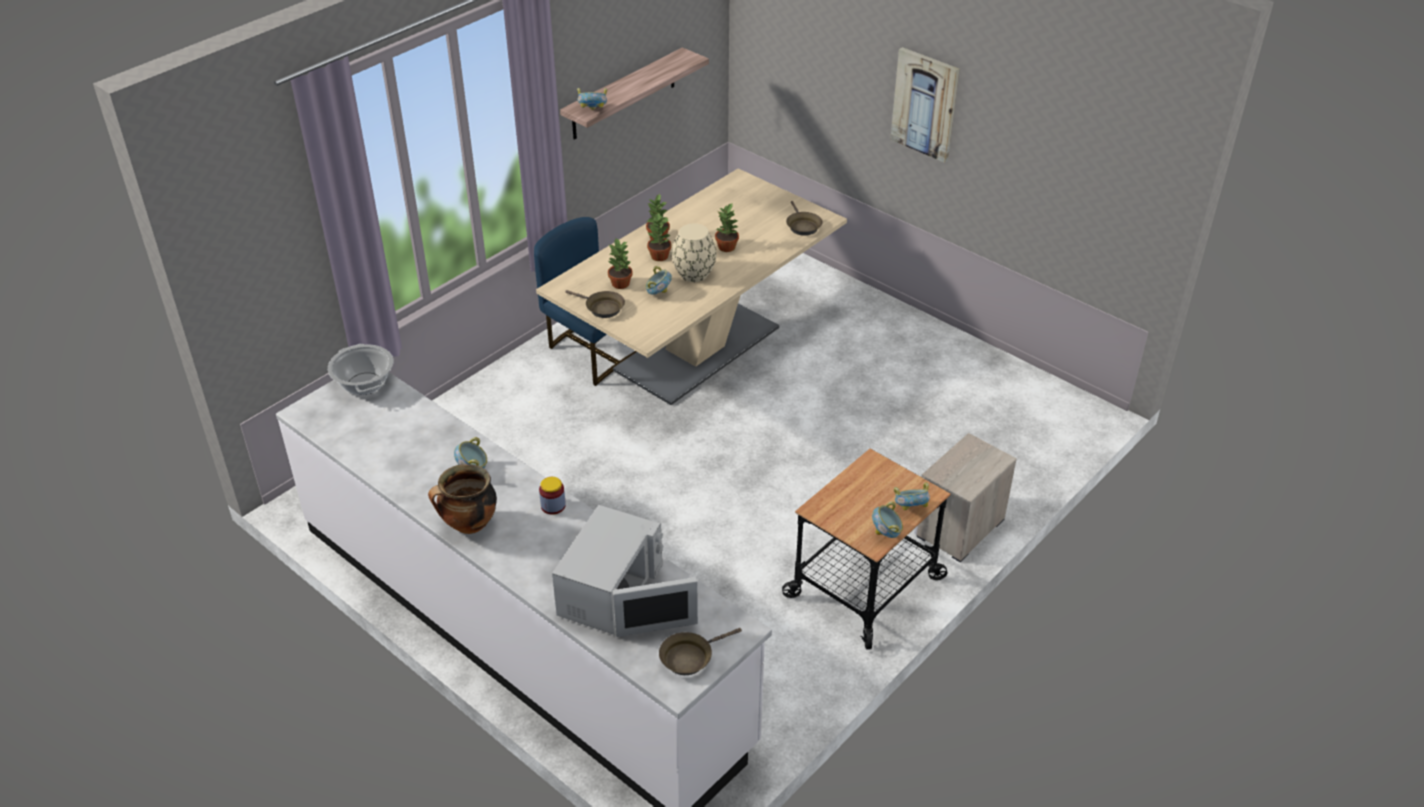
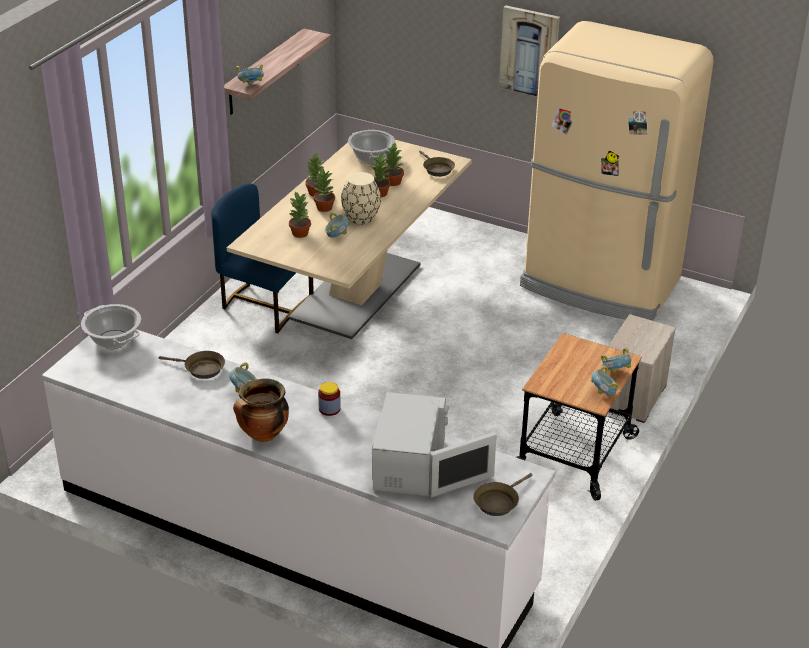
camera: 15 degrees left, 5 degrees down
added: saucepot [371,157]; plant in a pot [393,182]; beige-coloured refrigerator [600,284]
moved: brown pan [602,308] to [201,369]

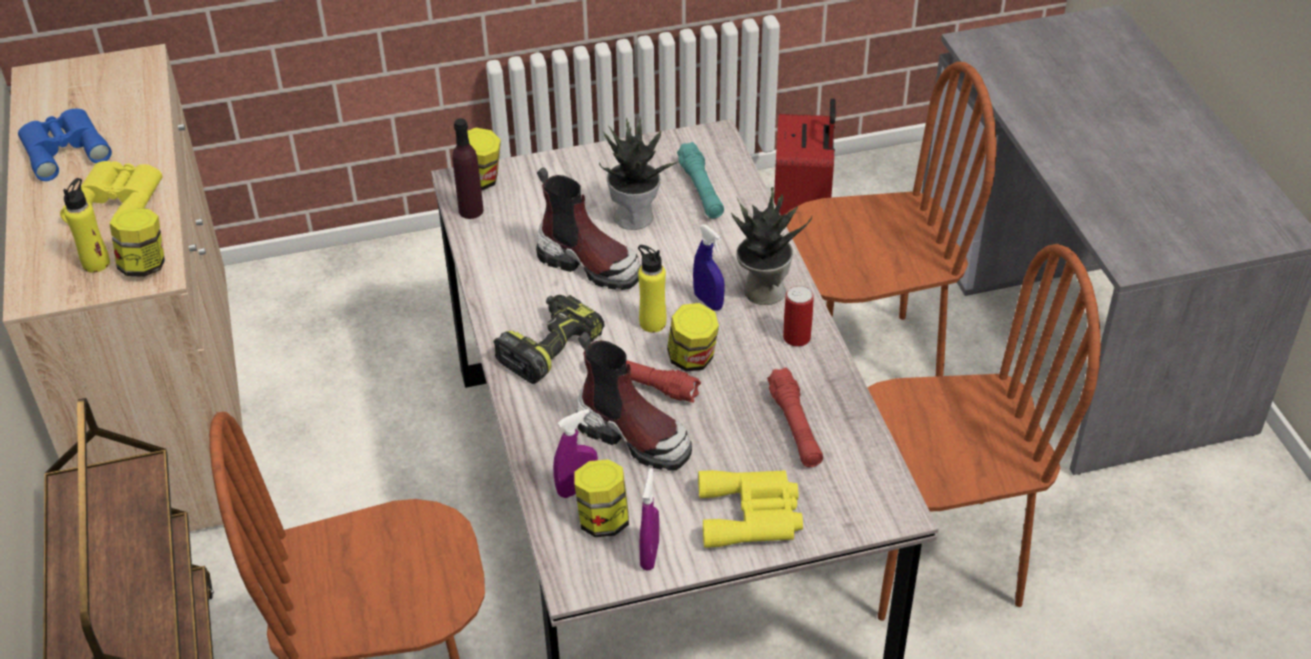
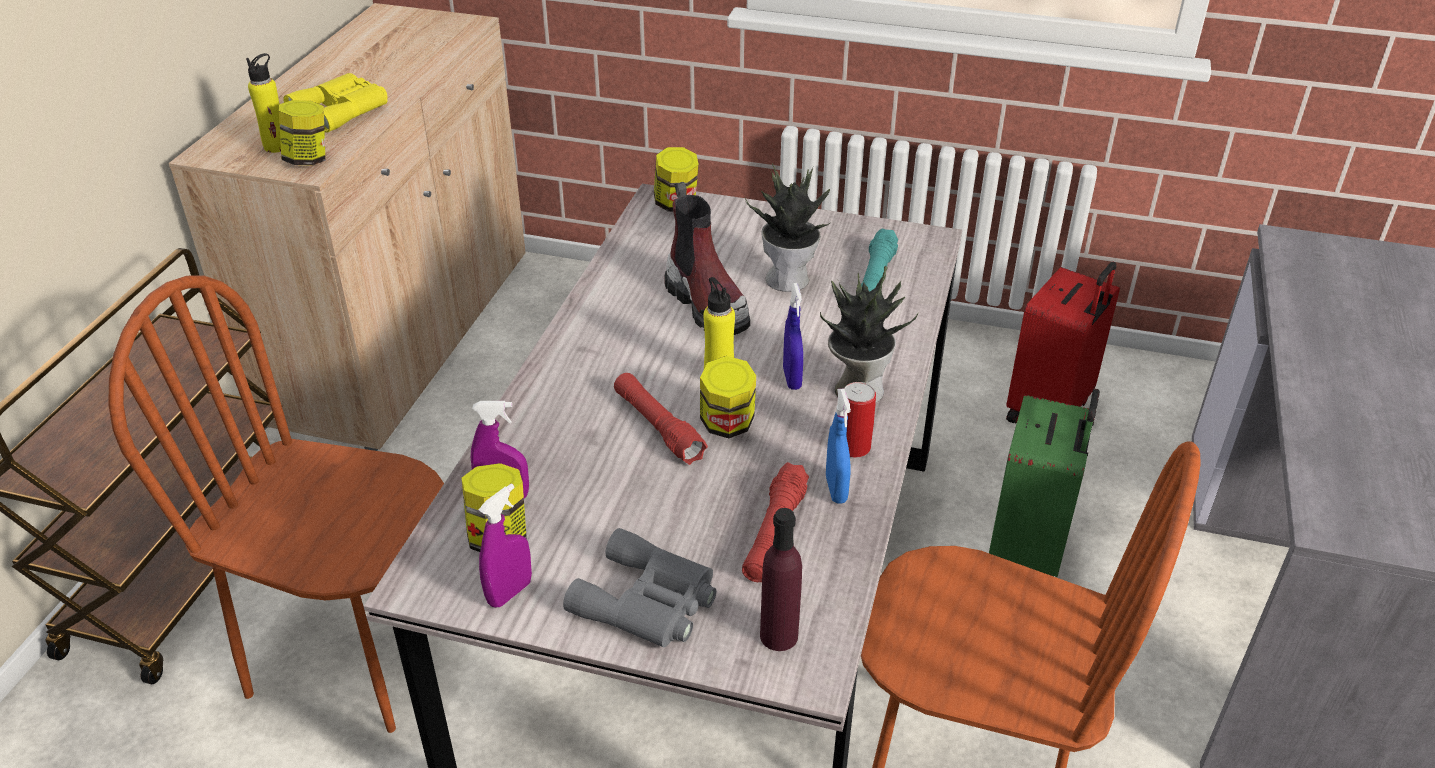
camera: 30 degrees right, 5 degrees down
removed: blue binoculars [64,148]; drill [549,346]; high-top boot [634,436]
added: blue hand sprayer [836,489]
moved: purplish beverage bottle [471,211] to [779,636]
replaced: brown chair [861,365] to green-coloured suitcase [1029,551]
recoloured: yellowish binoculars [752,515] to greyish binoculars [648,602]

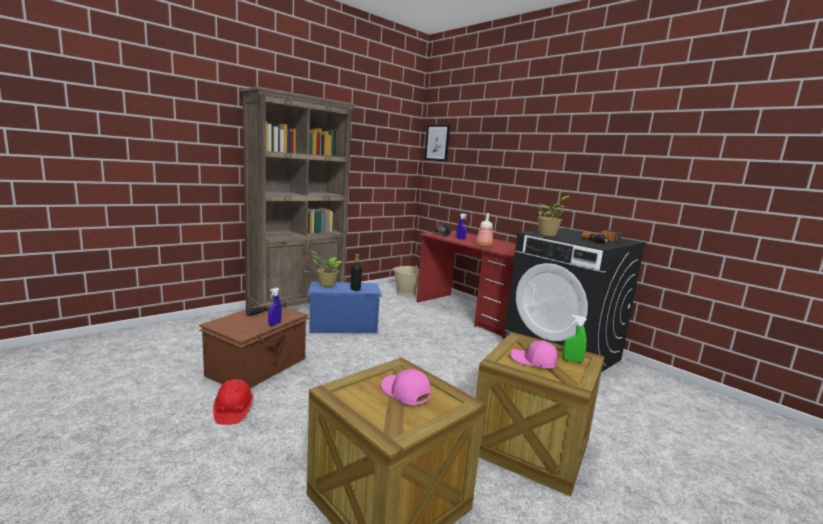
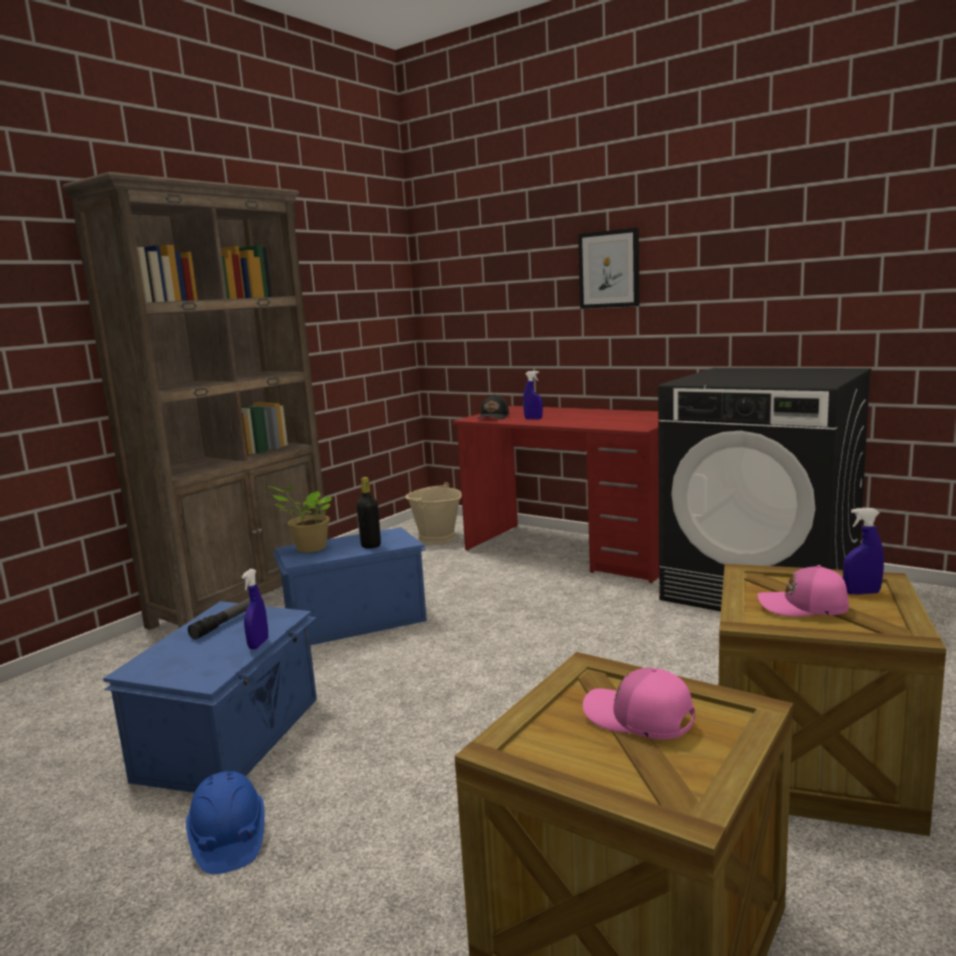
camera: 10 degrees left, 0 degrees up
removed: beverage bottle [483,246]; plant in a pot [548,235]; drill [603,241]
moved: wall art [437,142] to [609,269]
recoloured: brown storage box [259,367] to blue storage box [233,737]; red work helmet [233,411] to blue work helmet [228,840]; green-coloured hand sprayer [572,361] to blue hand sprayer [861,593]

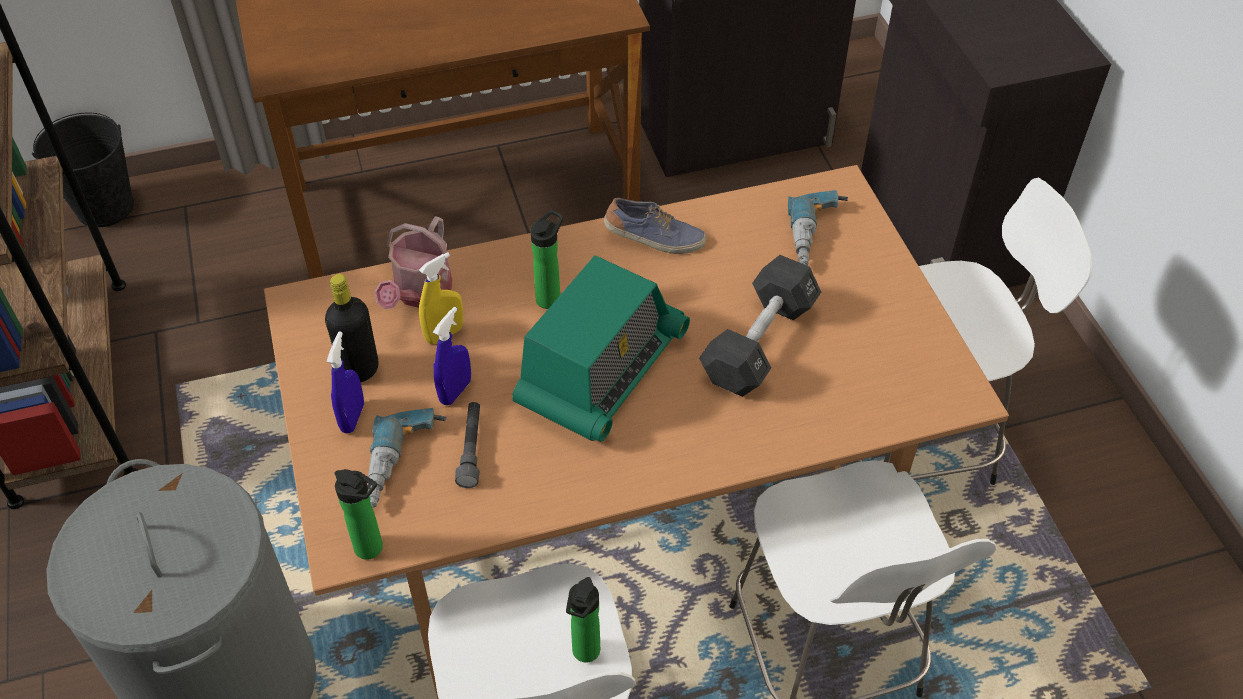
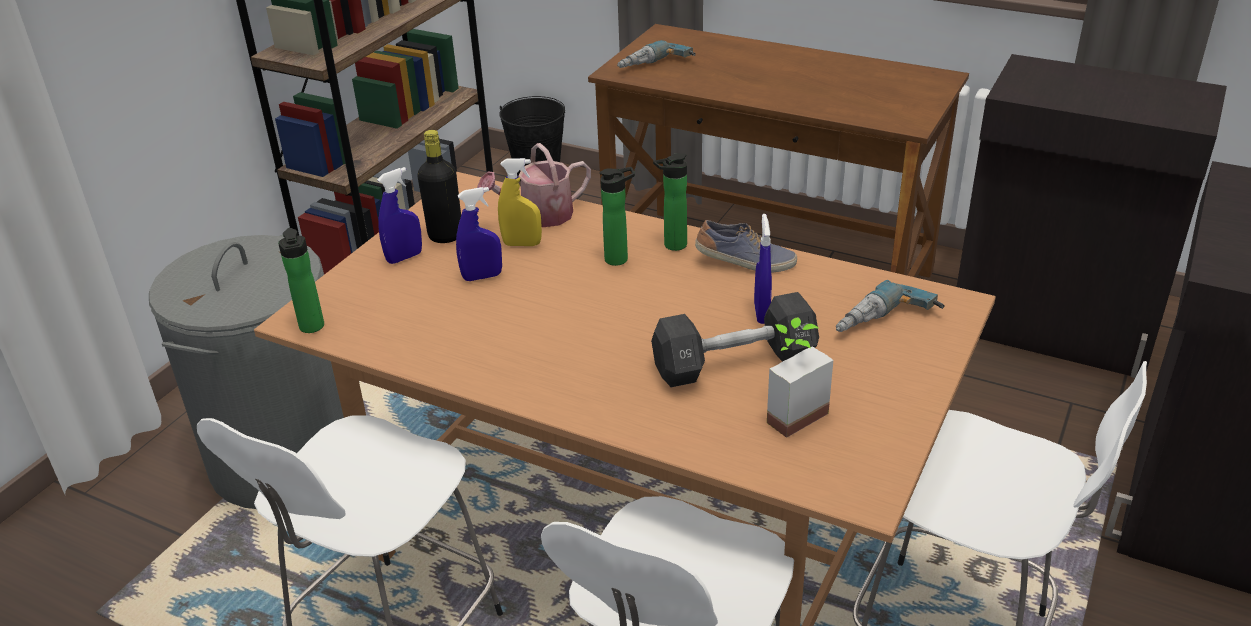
camera: 45 degrees right, 15 degrees down
removed: greyish hand torch [471,449]; radio [601,370]
added: blue hand sprayer [761,313]; plant in a pot [789,411]
moved: drill [405,466] to [656,66]; beverage bottle [584,654] to [672,246]
turned: item of footwear [654,239] = [745,263] 45 degrees counterclockwise

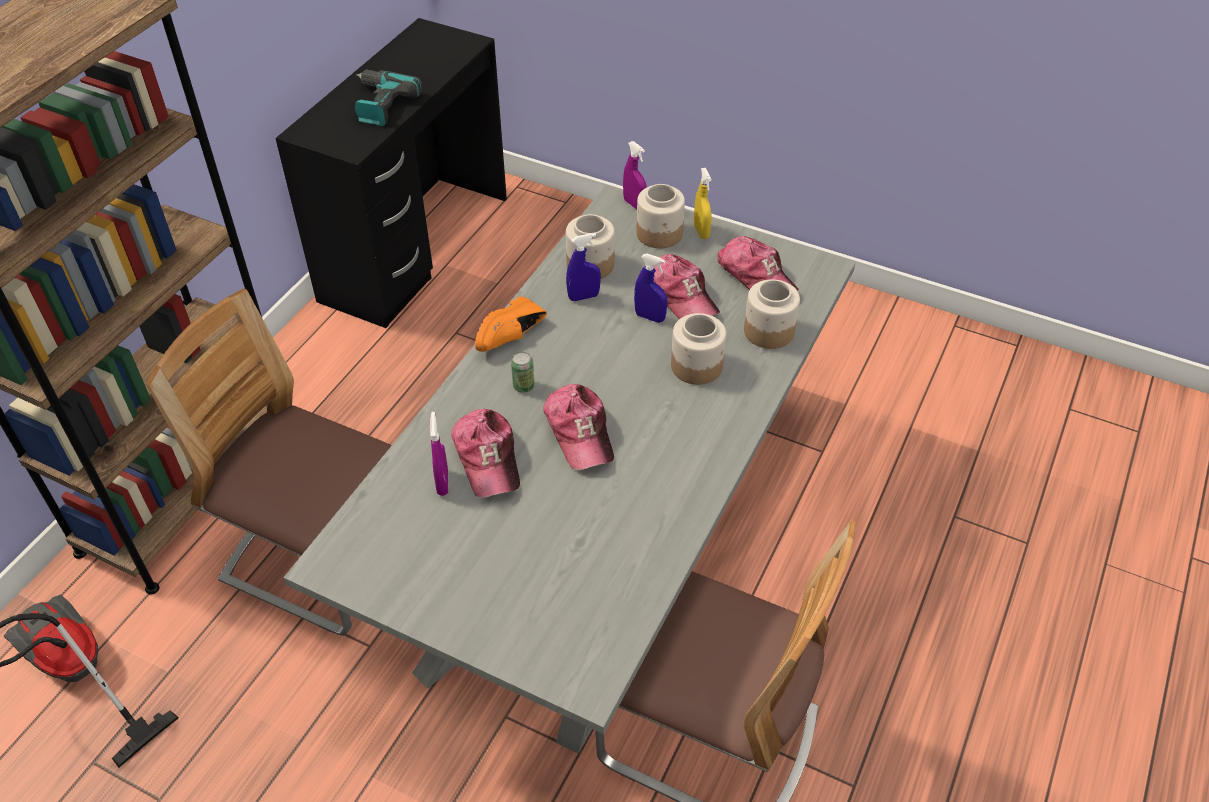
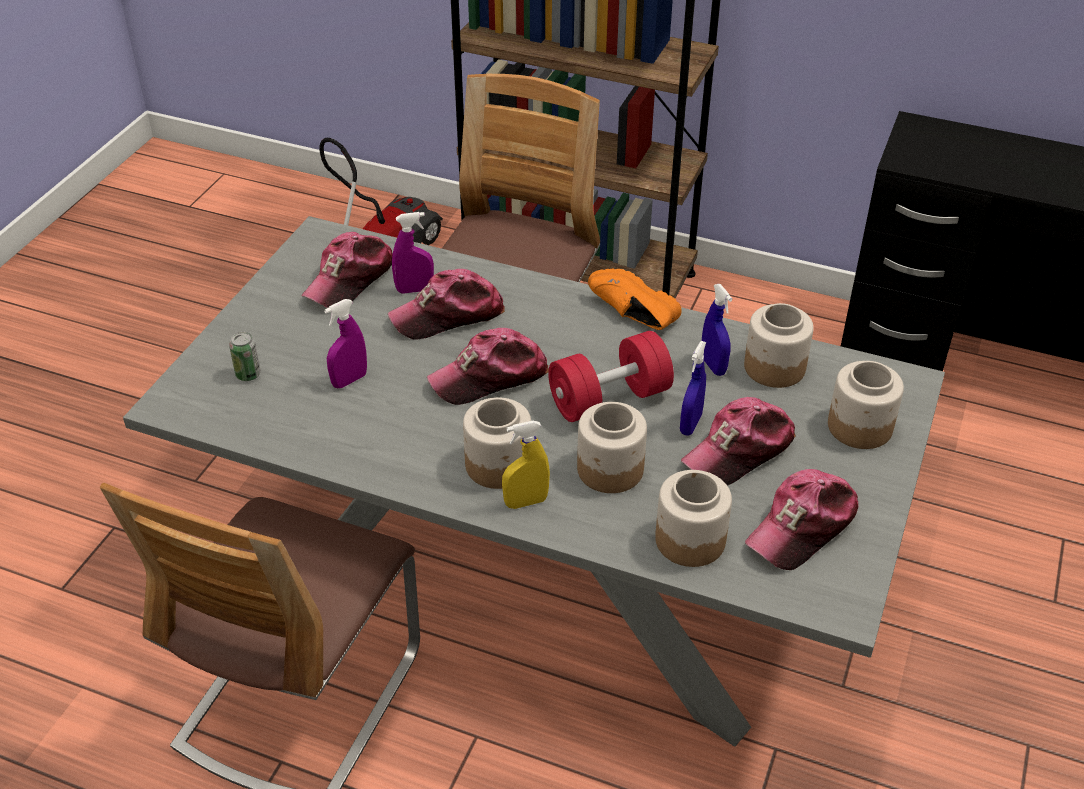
camera: 85 degrees right, 5 degrees down
removed: drill [380,105]
added: peaked cap [350,279]; storage jar [499,465]; red hand weight [609,399]
moved: metal can [523,386] to [248,374]; purplish hand sprayer [634,204] to [349,380]; yellowish hand sprayer [701,231] to [526,502]

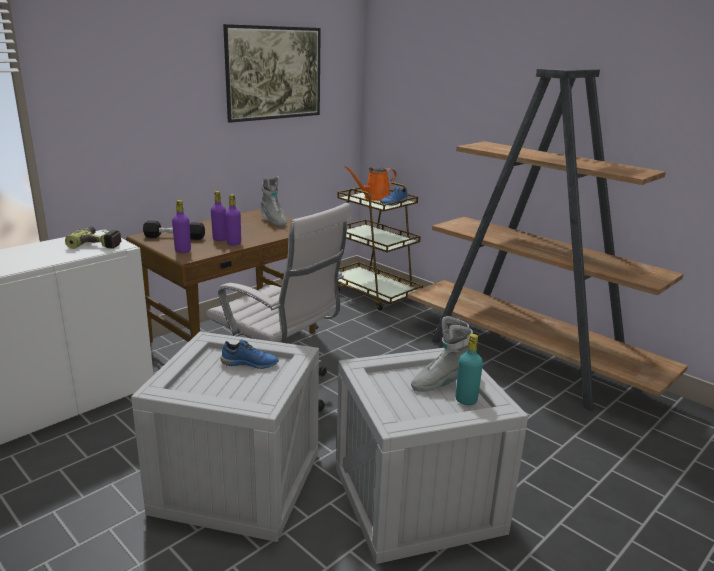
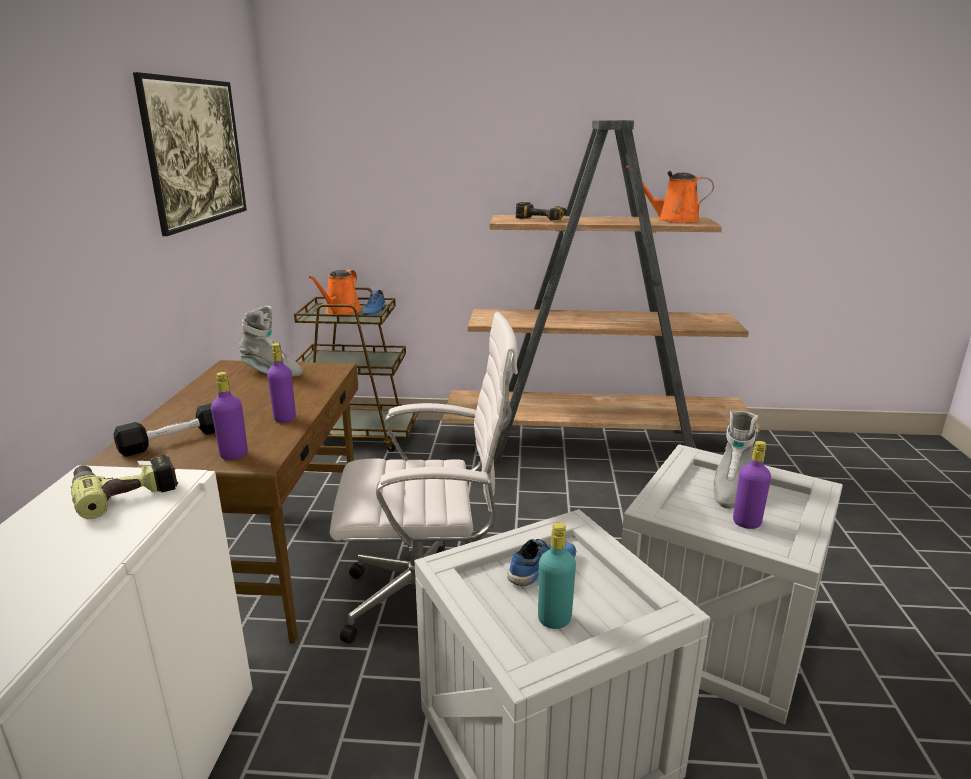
camera: 40 degrees left, 0 degrees up
added: drill [542,218]; orangey sprinkling can [673,220]
moved: purplish beverage bottle [219,239] to [746,523]; blue-green beverage bottle [466,400] to [554,619]

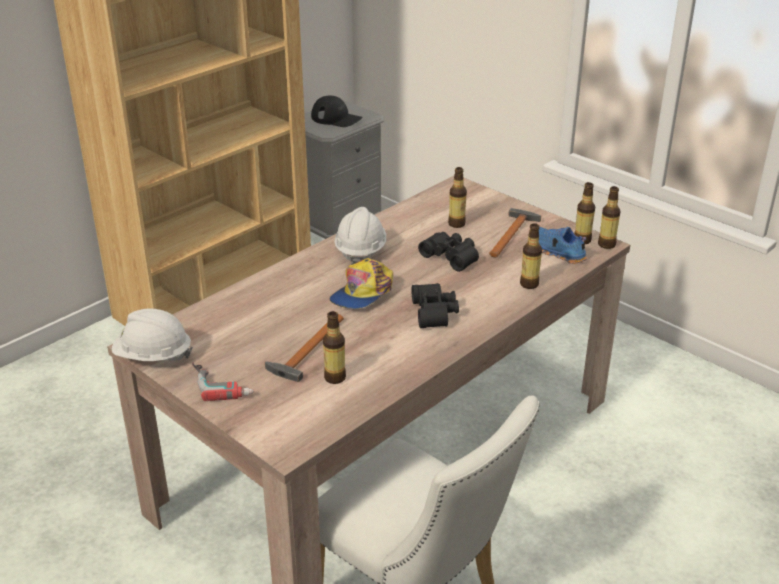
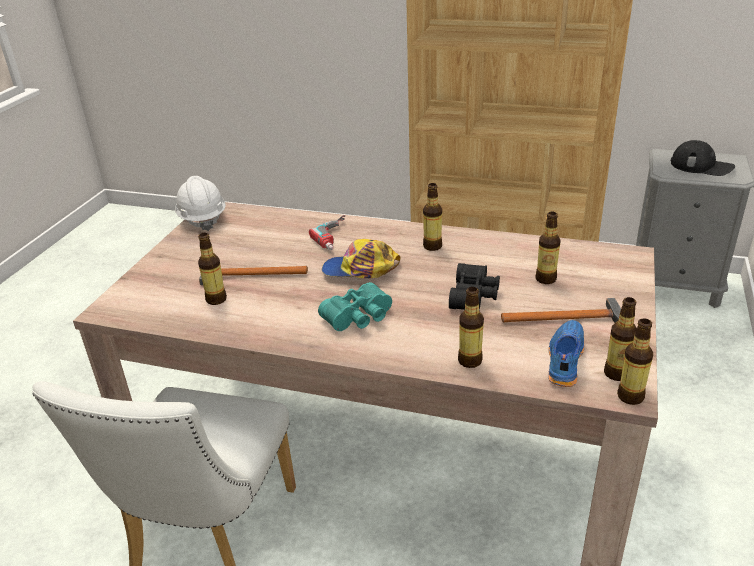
camera: 65 degrees right, 0 degrees up
moved: drill [223,383] to [337,236]
replaced: white work helmet [360,251] to beverage bottle [432,246]
recoloured: black binoculars [435,312] to blue-green binoculars [360,318]
turned: black peaked cap [336,118] = [701,166] 60 degrees counterclockwise

